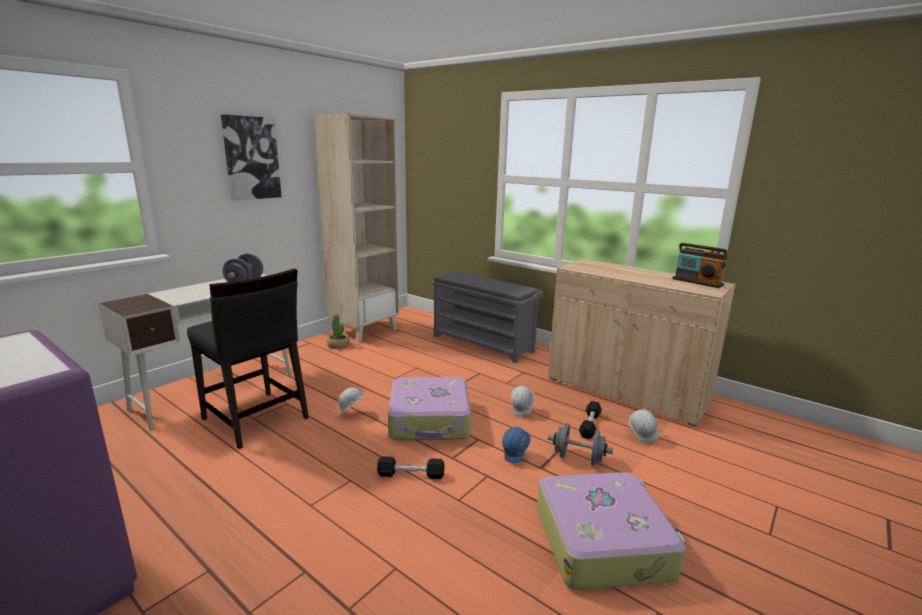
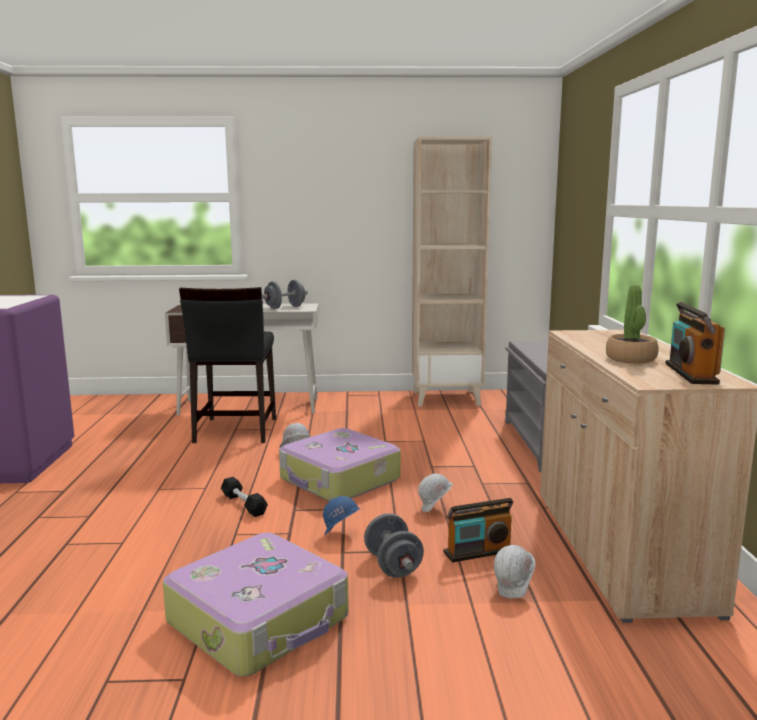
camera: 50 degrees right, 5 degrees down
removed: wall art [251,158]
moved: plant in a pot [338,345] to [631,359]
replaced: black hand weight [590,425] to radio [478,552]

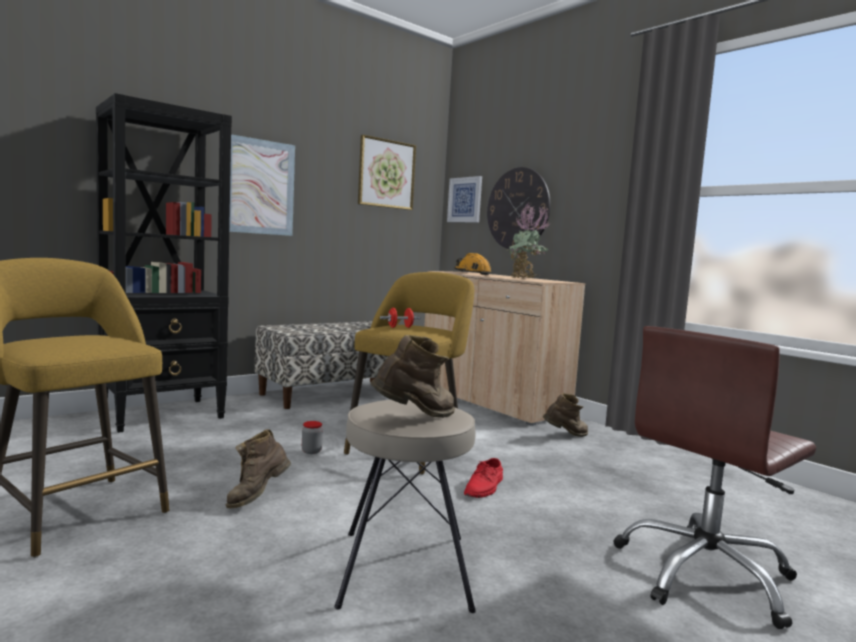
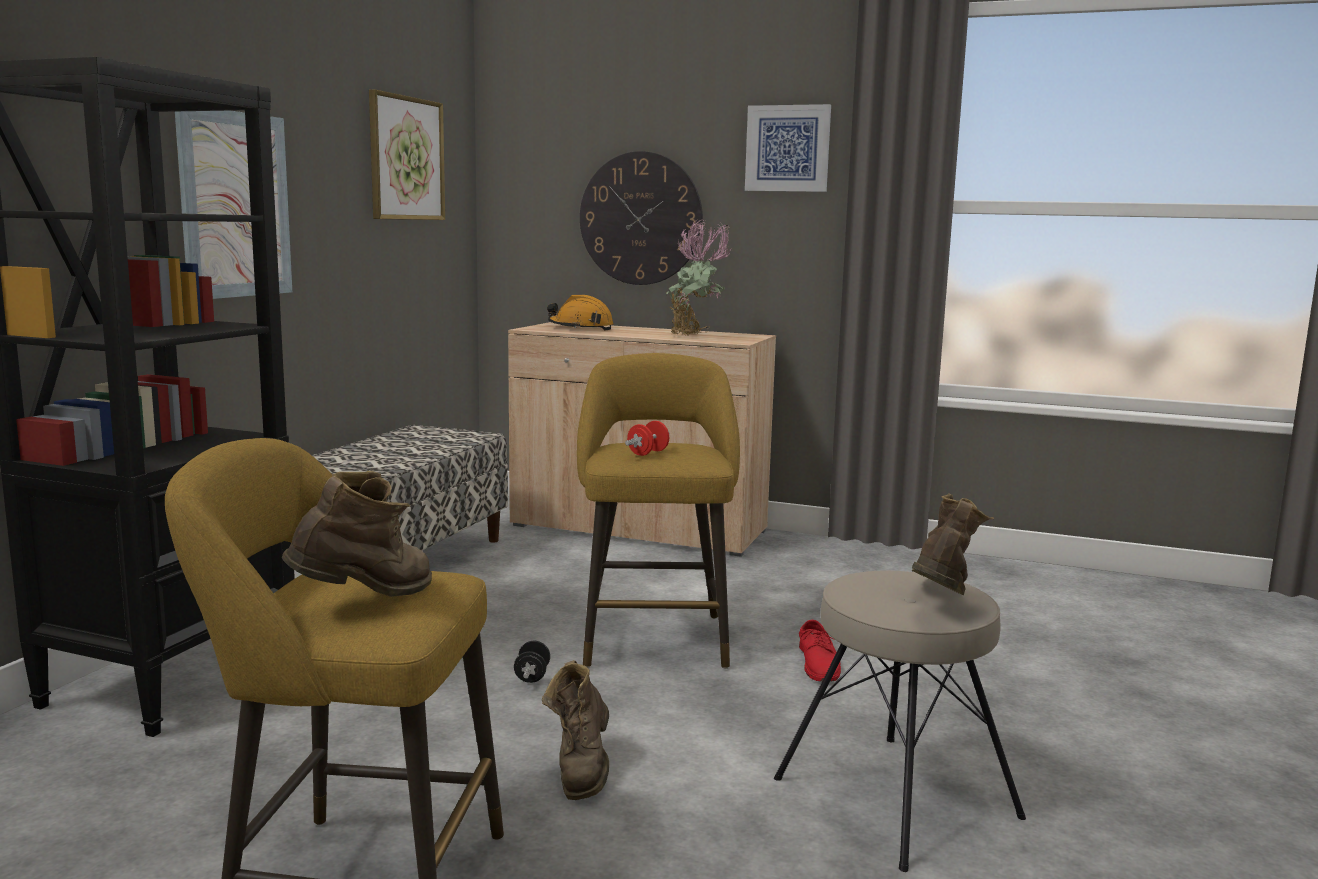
camera: 30 degrees left, 5 degrees up
removed: brown desk chair [705,575]
moved: wall art [465,200] to [787,148]; brown high-top boot [566,435] to [366,601]
replaced: storage jar [311,451] to black hand weight [532,676]

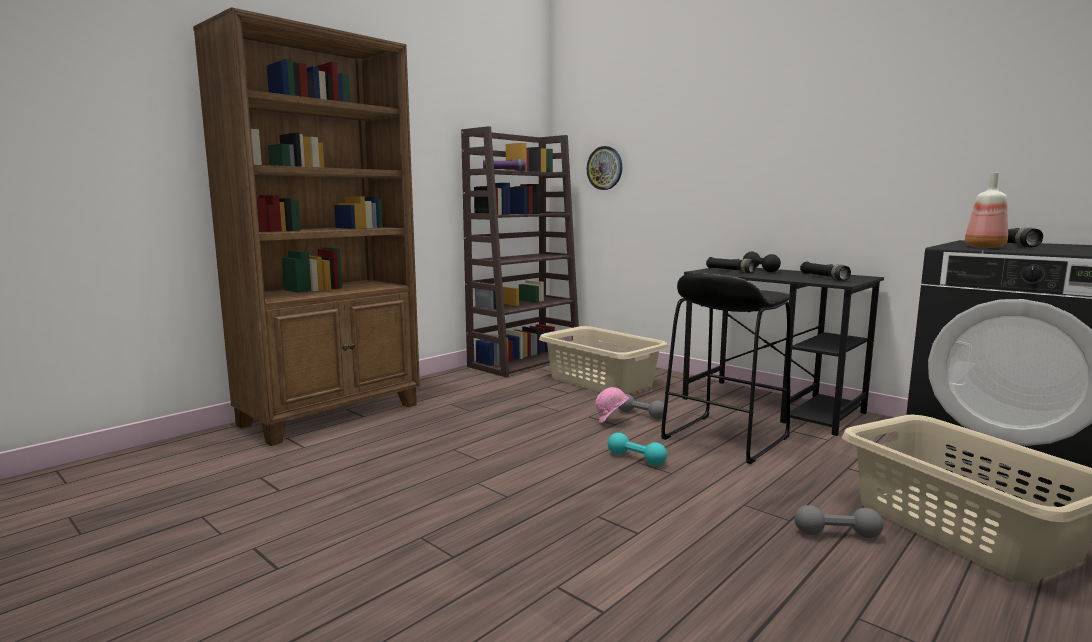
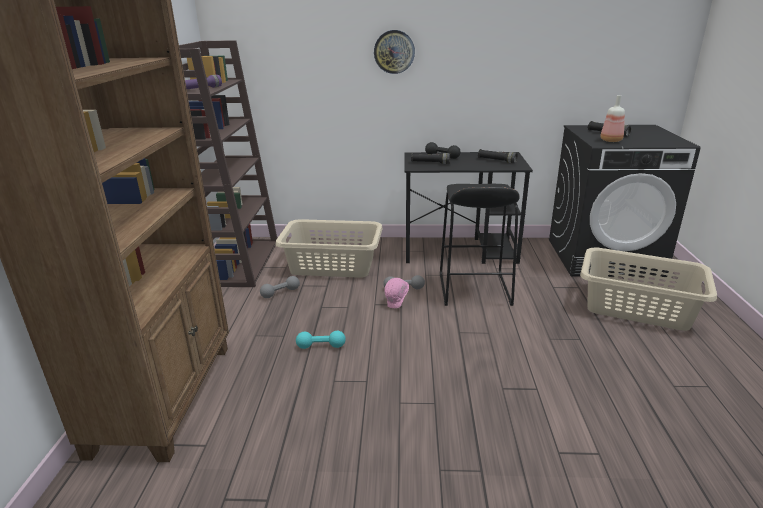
camera: 40 degrees left, 15 degrees up
moved: hanging clock [605,168] to [394,52]; blue-green hand weight [636,459] to [321,346]; greyish hand weight [836,534] to [280,293]

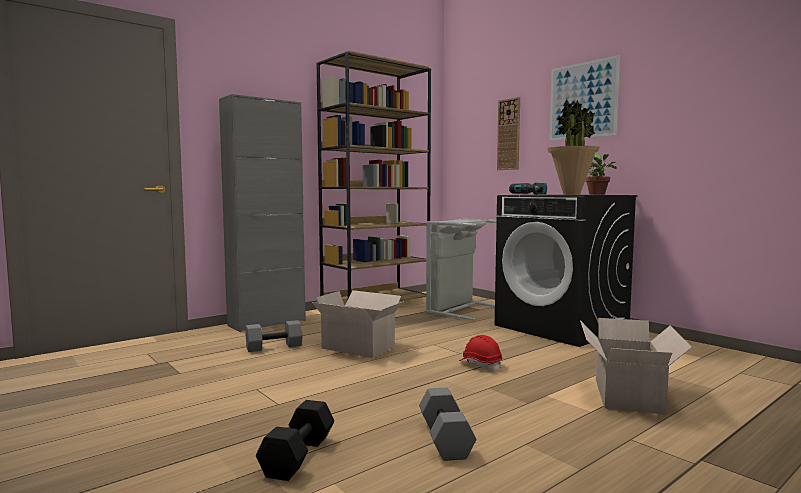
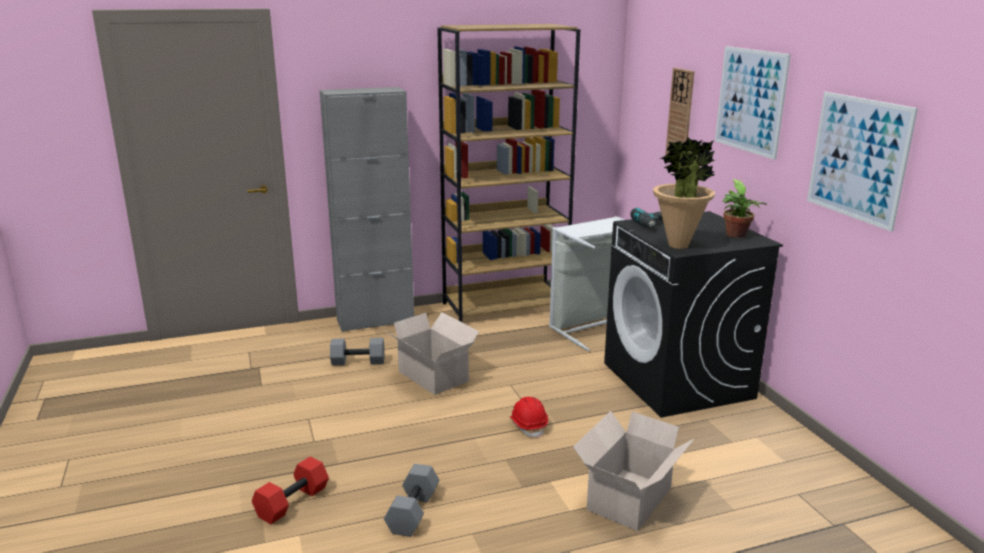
camera: 20 degrees right, 15 degrees up
added: wall art [858,158]
recoloured: black hand weight [297,455] to red hand weight [292,501]

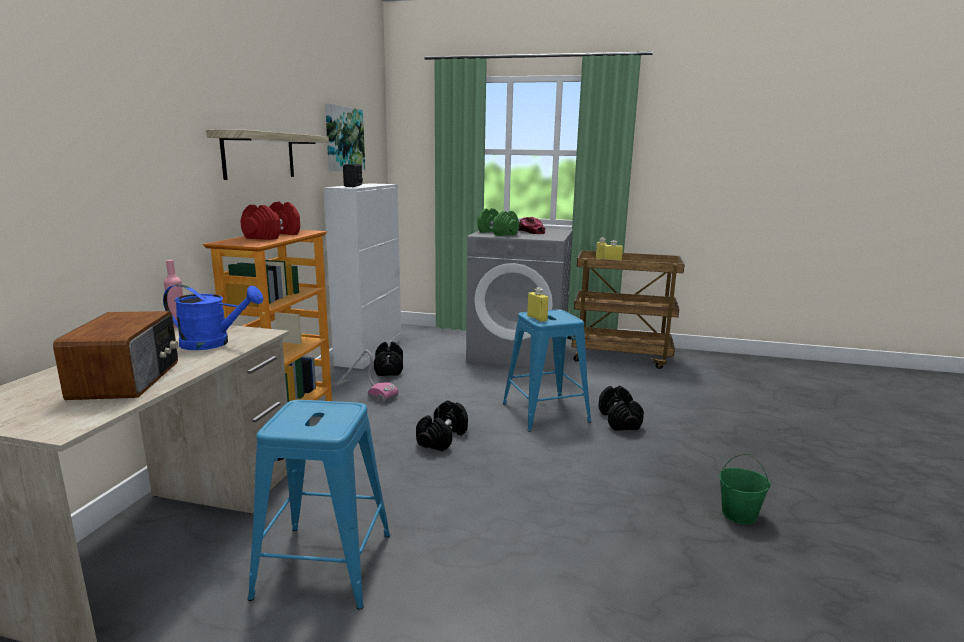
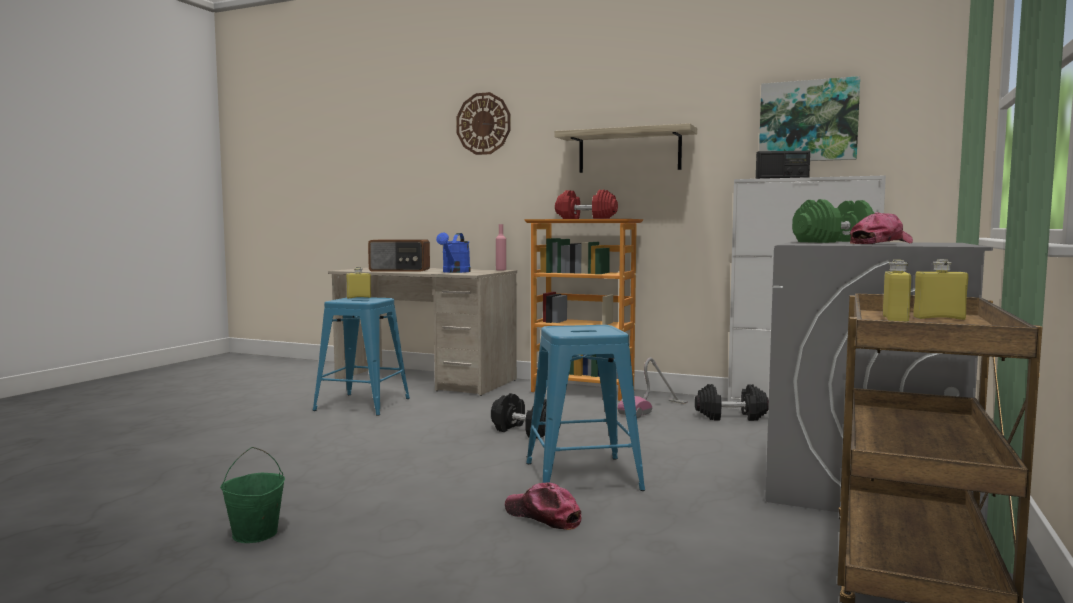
camera: 100 degrees right, 10 degrees down
added: hanging clock [483,124]
moved: yellowish beverage bottle [537,318] to [359,297]
replaced: black hand weight [619,420] to peaked cap [543,516]

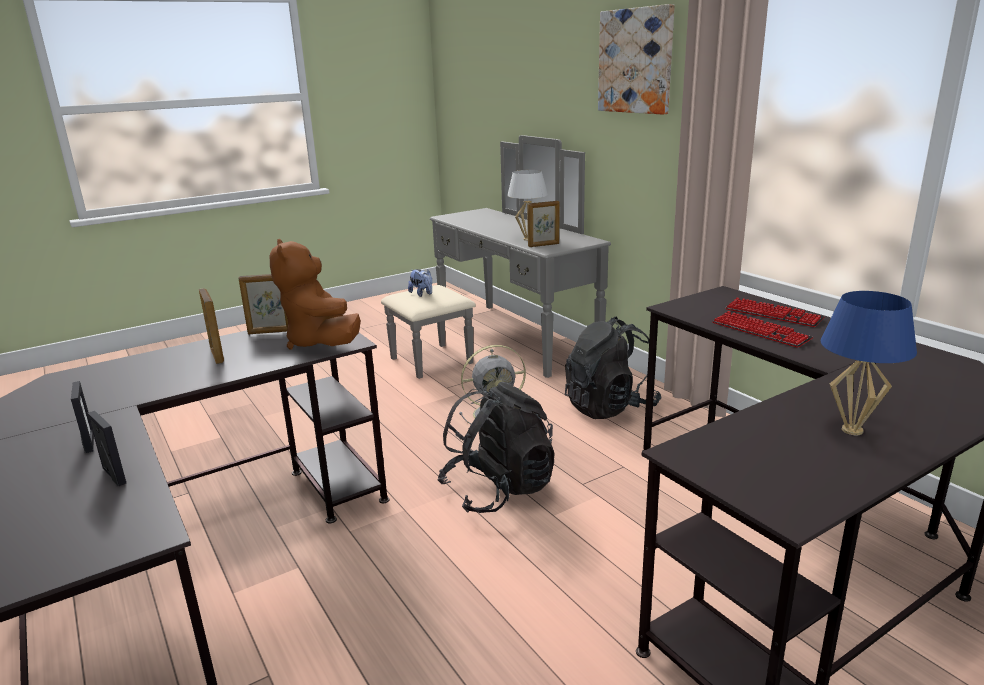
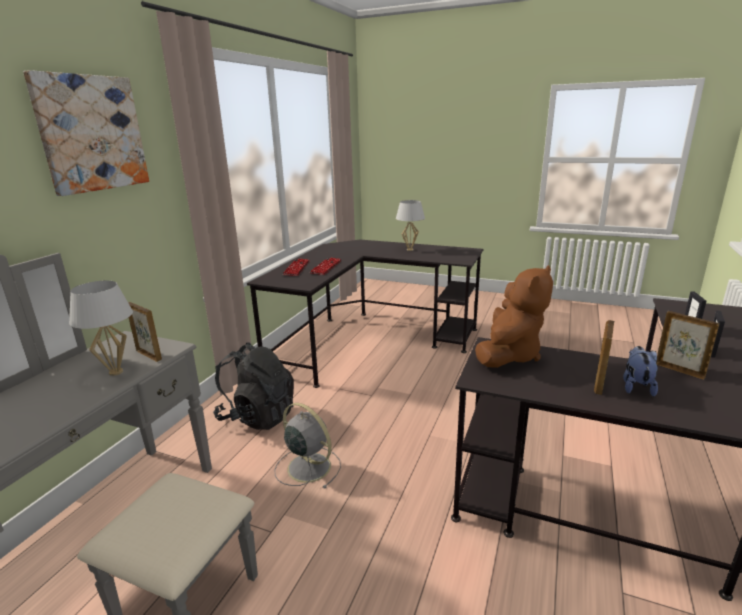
camera: 125 degrees left, 0 degrees up
removed: black knapsack [499,489]
moved: standing frame [270,332] to [679,370]; plush toy [422,294] to [636,386]
recoloured: blue tabletop lamp [852,430] to white tabletop lamp [410,250]

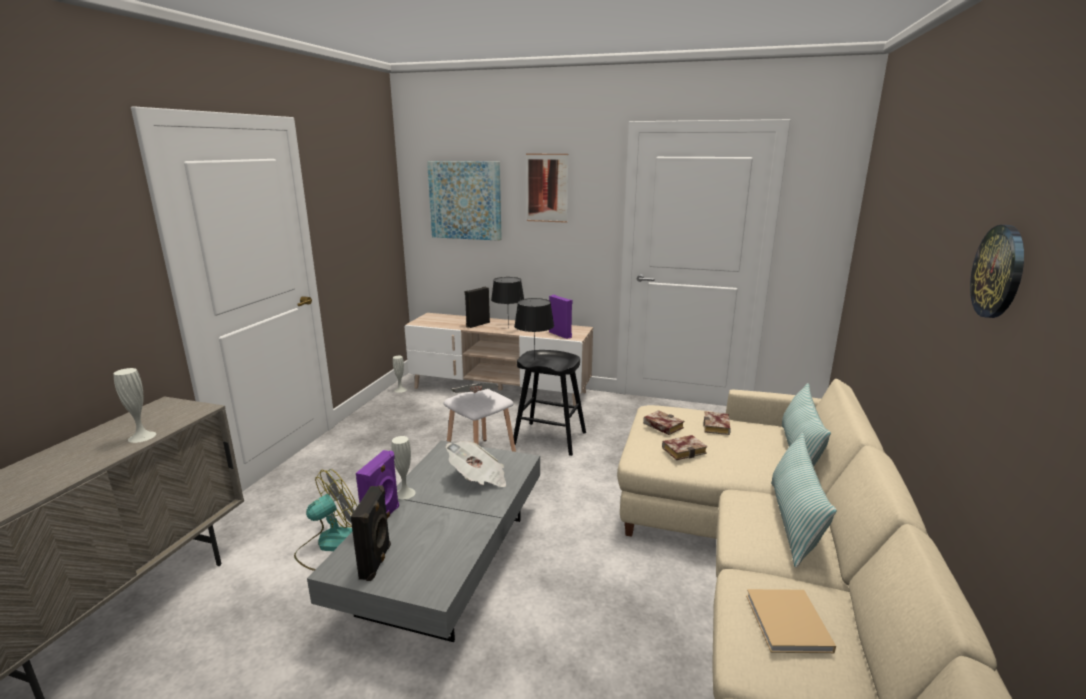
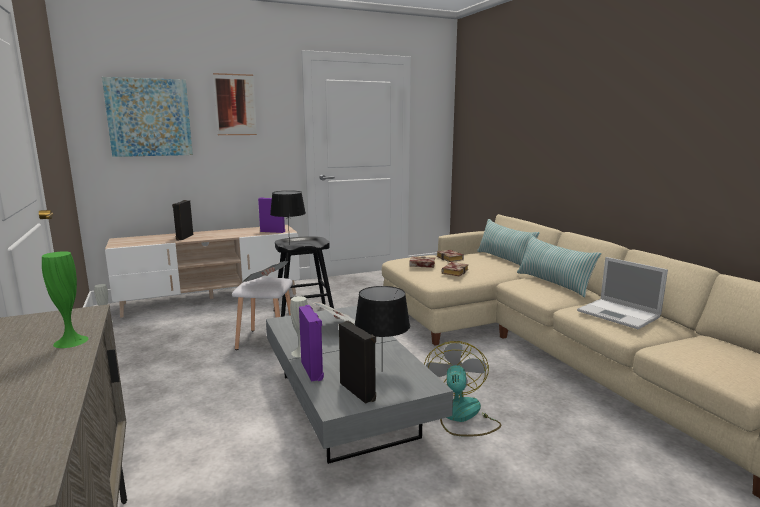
camera: 40 degrees left, 5 degrees down
removed: hanging clock [999,272]
moved: fan [331,545] to [462,416]; black tabletop lamp [508,328] to [382,371]
replaced: beige-coloured book [788,625] to portable computer [620,314]
recoloured: white vase [142,436] to green-coloured vase [71,341]

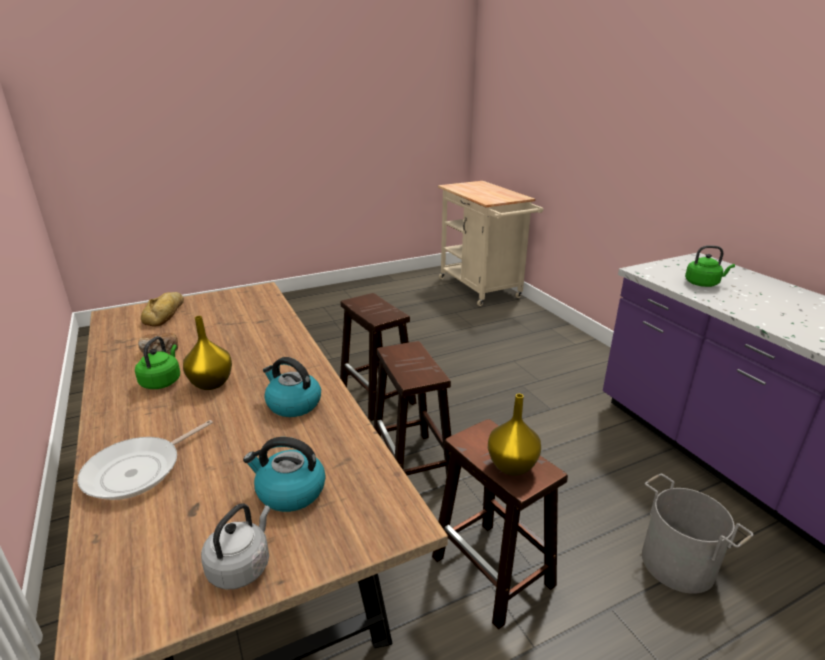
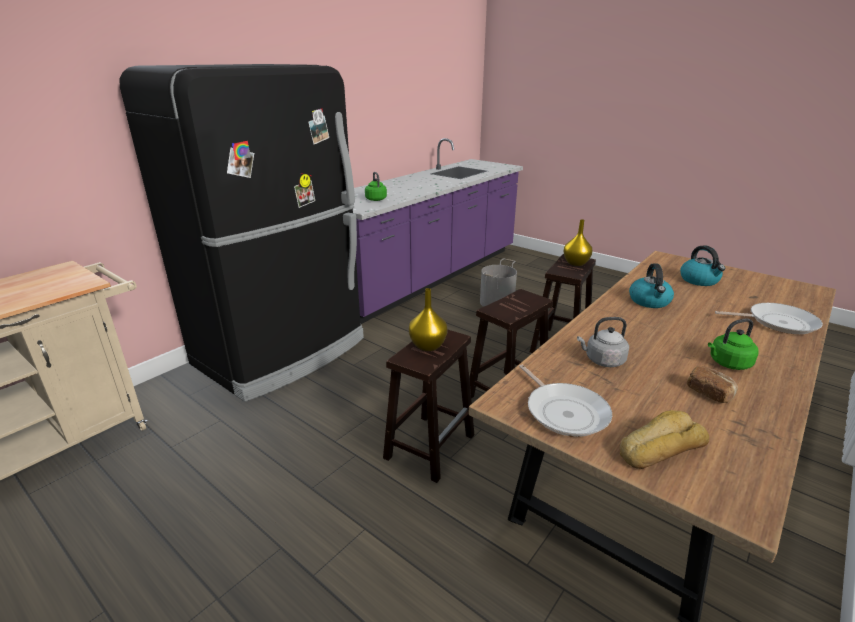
camera: 115 degrees left, 0 degrees up
added: black refrigerator [283,352]; pan [564,411]
moved: yellowish vase [212,383] to [427,346]; greyish water kettle [241,566] to [602,360]

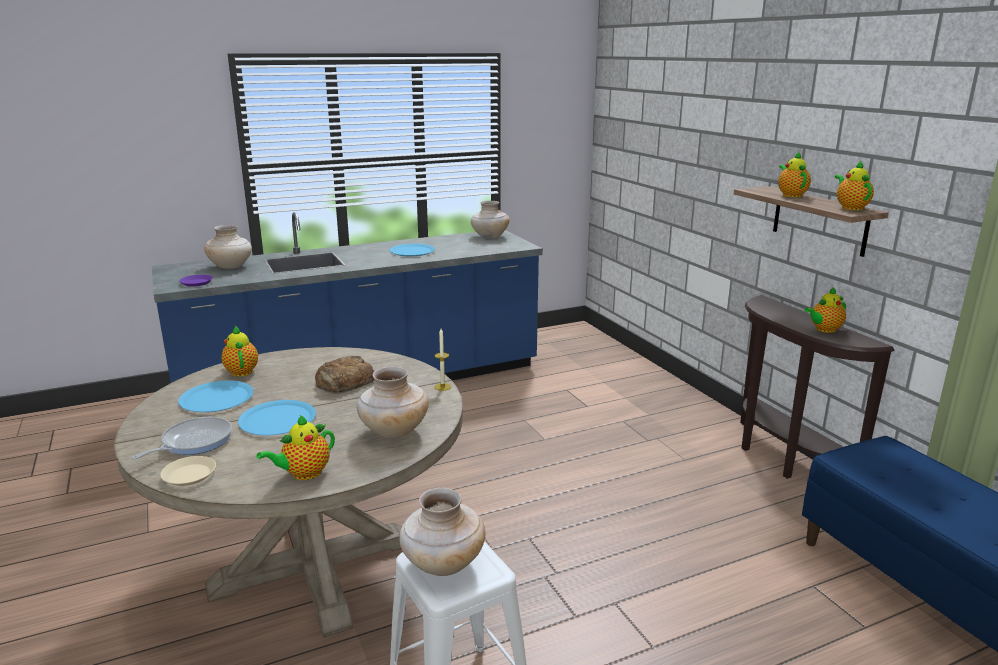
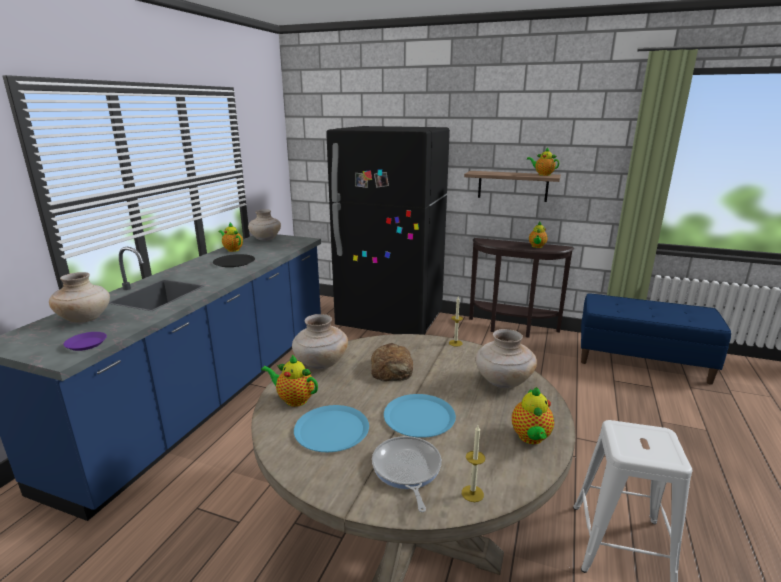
camera: 45 degrees left, 0 degrees up
added: black refrigerator [390,321]
moved: beige-coloured vase [442,564] to [320,364]; tea pot [791,195] to [232,249]
replaced: beige-coloured plate [189,475] to wax light [472,493]
recoloured: blue plate [412,251] to black plate [234,262]

